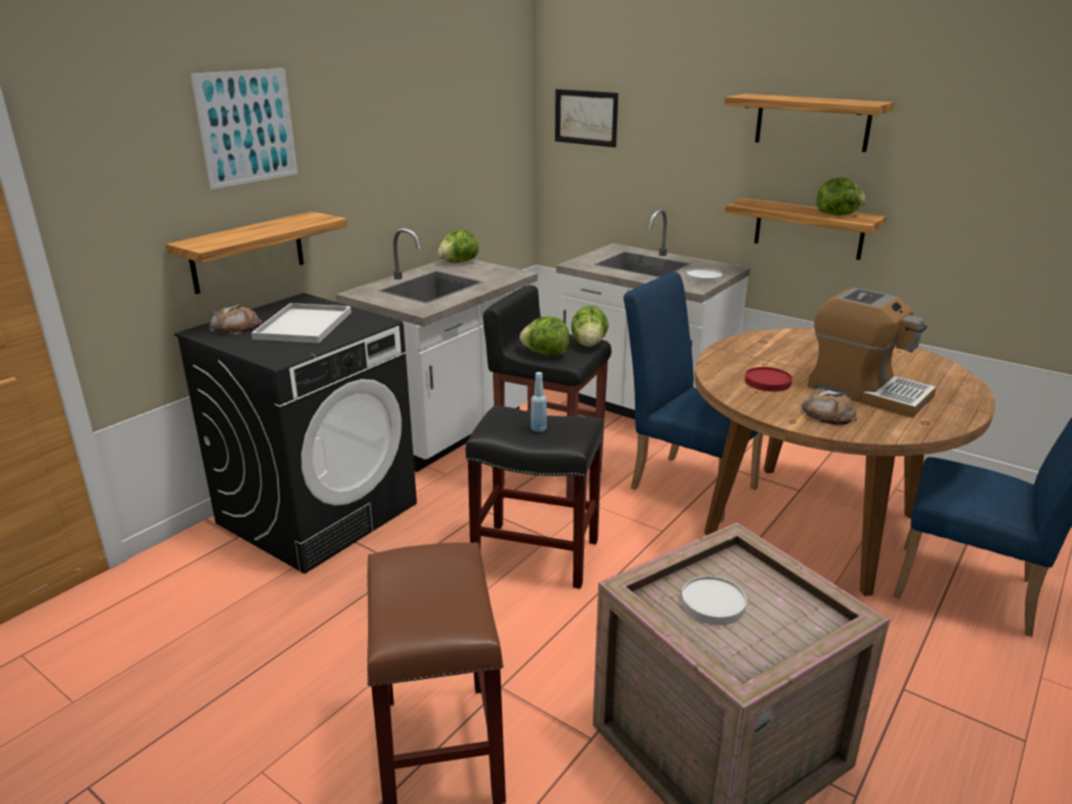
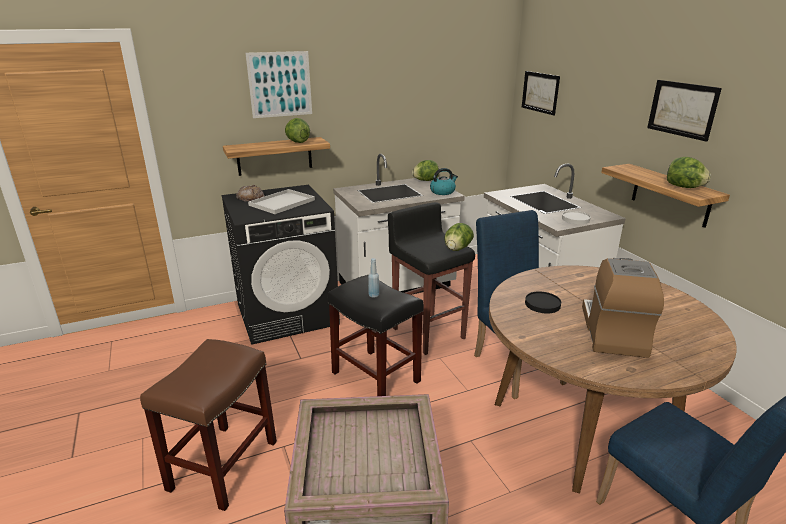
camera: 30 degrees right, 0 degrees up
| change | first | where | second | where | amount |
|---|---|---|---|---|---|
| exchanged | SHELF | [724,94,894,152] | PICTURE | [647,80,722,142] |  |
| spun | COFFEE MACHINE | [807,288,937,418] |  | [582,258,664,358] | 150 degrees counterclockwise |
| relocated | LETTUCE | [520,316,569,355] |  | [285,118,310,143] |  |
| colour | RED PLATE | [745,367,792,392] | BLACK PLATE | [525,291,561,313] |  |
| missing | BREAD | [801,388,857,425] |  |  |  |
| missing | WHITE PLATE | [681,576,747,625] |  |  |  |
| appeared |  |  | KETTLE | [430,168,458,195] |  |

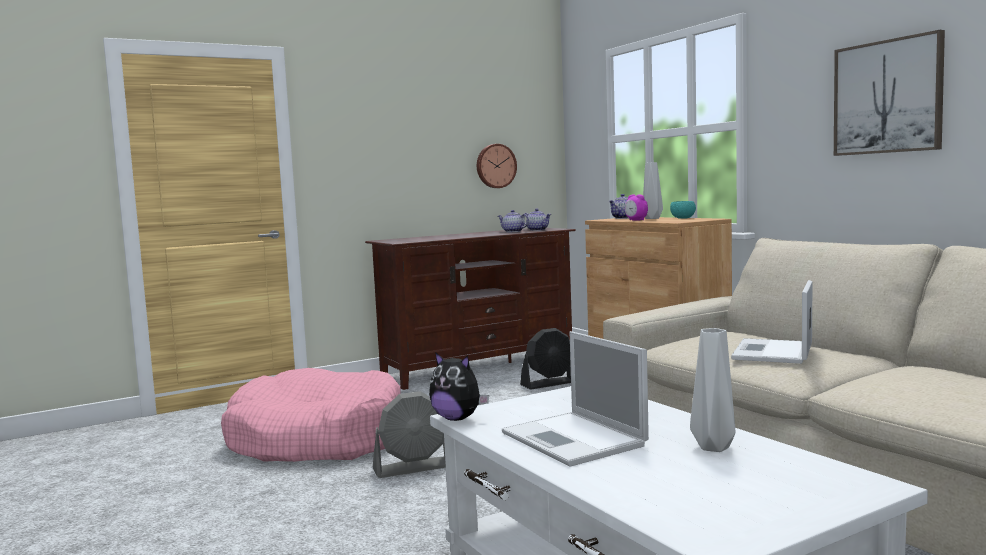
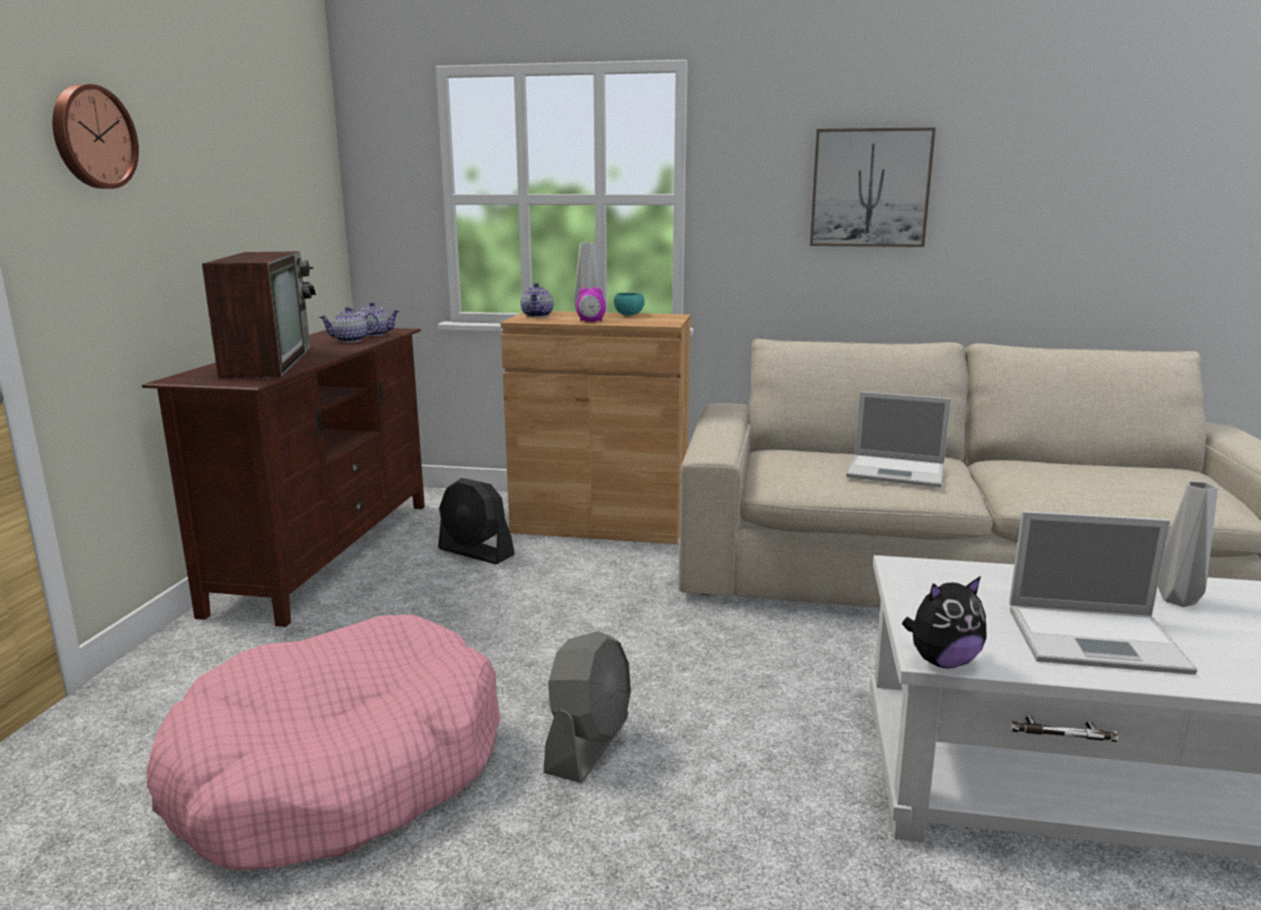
camera: 50 degrees left, 10 degrees up
| change | first | where | second | where | amount |
|---|---|---|---|---|---|
| relocated | WALL CLOCK | [477,144,517,188] |  | [52,84,139,189] |  |
| spun | LAPTOP | [731,280,812,364] |  | [846,392,951,488] | 45 degrees counterclockwise |
| spun | BLACK FAN | [520,328,571,389] |  | [438,478,515,564] | 105 degrees clockwise |
| appeared |  |  | TELEVISION | [202,251,316,379] |  |

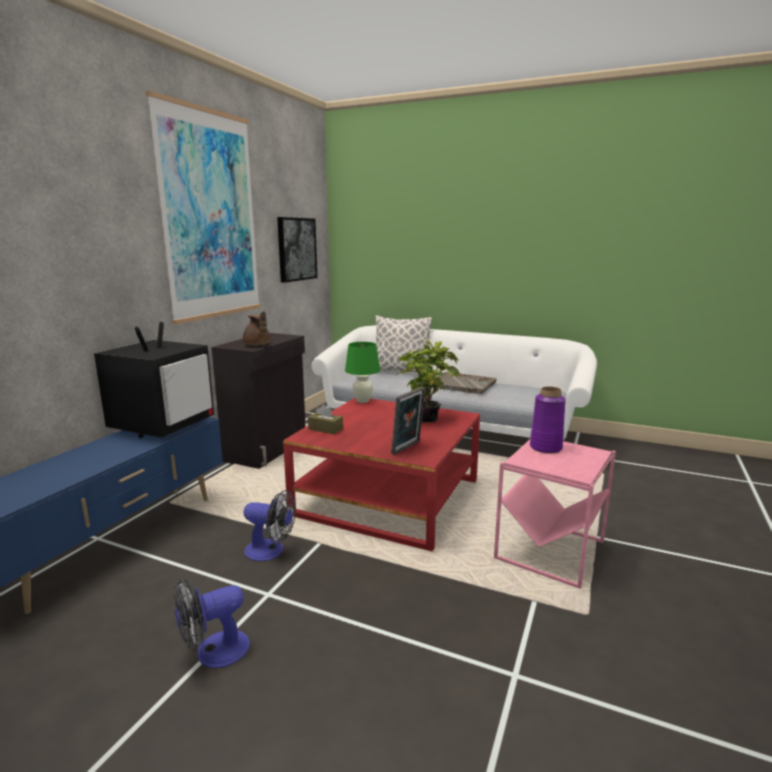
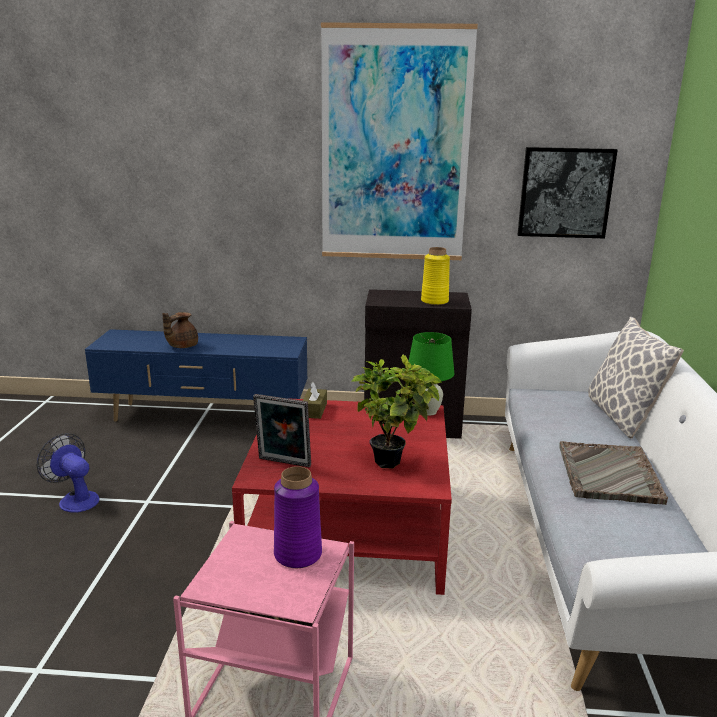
camera: 70 degrees right, 5 degrees up
| change | first | where | second | where | amount |
|---|---|---|---|---|---|
| relocated | BROWN TEAPOT | [243,311,270,346] |  | [163,312,198,348] |  |
| missing | TELEVISION | [94,322,214,438] |  |  |  |
| missing | FAN | [243,490,296,561] |  |  |  |
| appeared |  |  | YELLOW VASE | [421,247,450,305] |  |

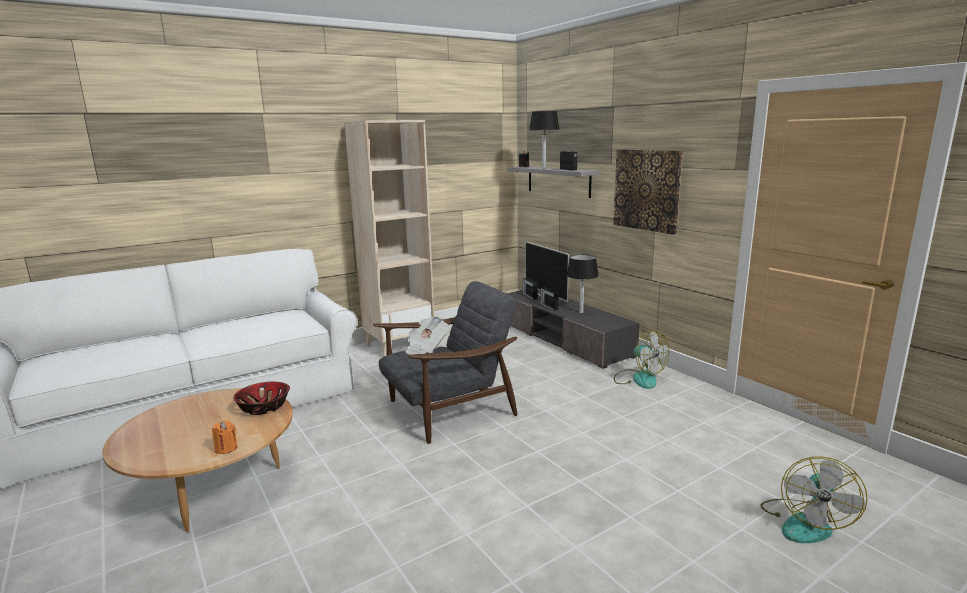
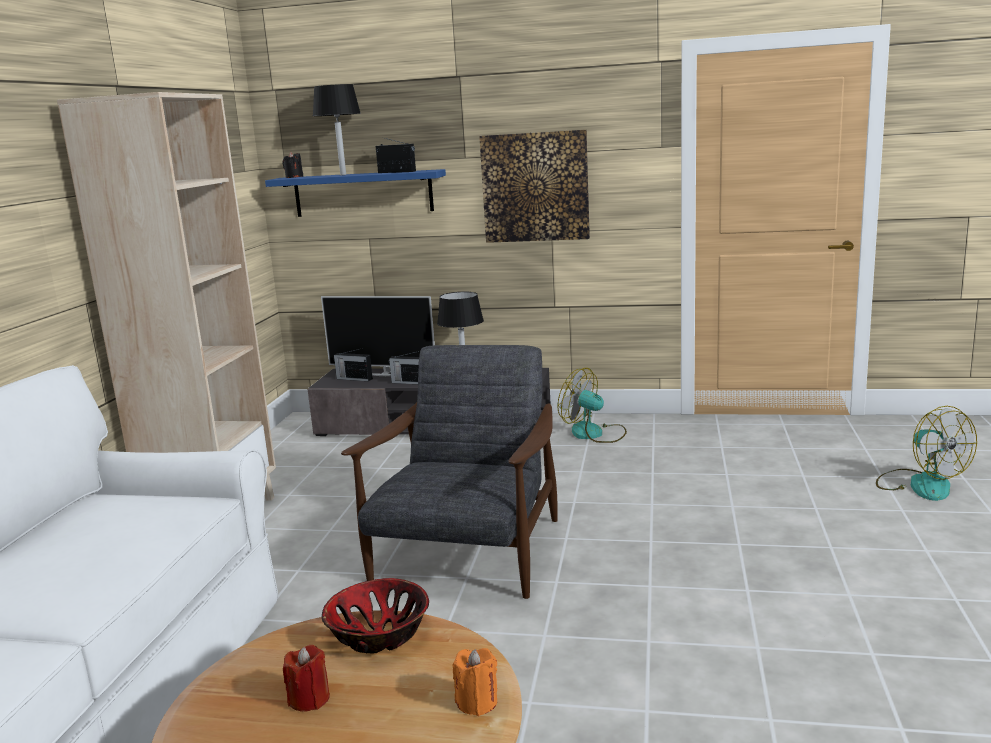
camera: 45 degrees left, 0 degrees up
| change | first | where | second | where | amount |
|---|---|---|---|---|---|
| colour | GREY SHELF | [507,166,599,198] | BLUE SHELF | [265,169,446,217] |  |
| missing | NEWSPAPER | [406,316,450,355] |  |  |  |
| spun | FAN | [614,330,669,389] |  | [557,368,627,443] | 150 degrees counterclockwise |
| appeared |  |  | RED CANDLE | [283,645,330,712] |  |

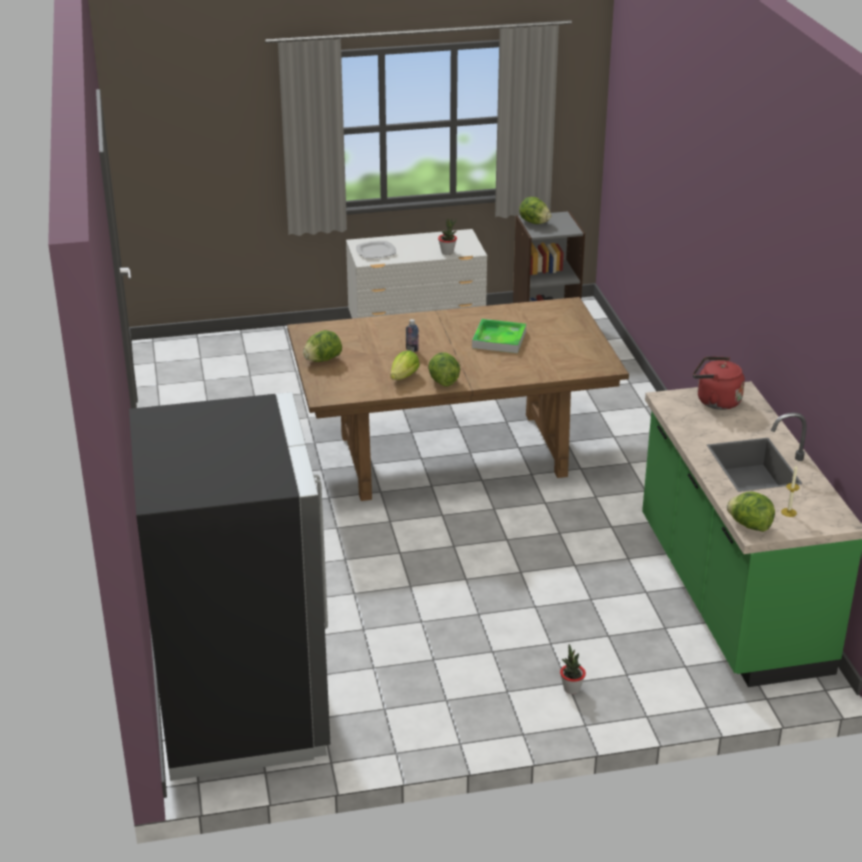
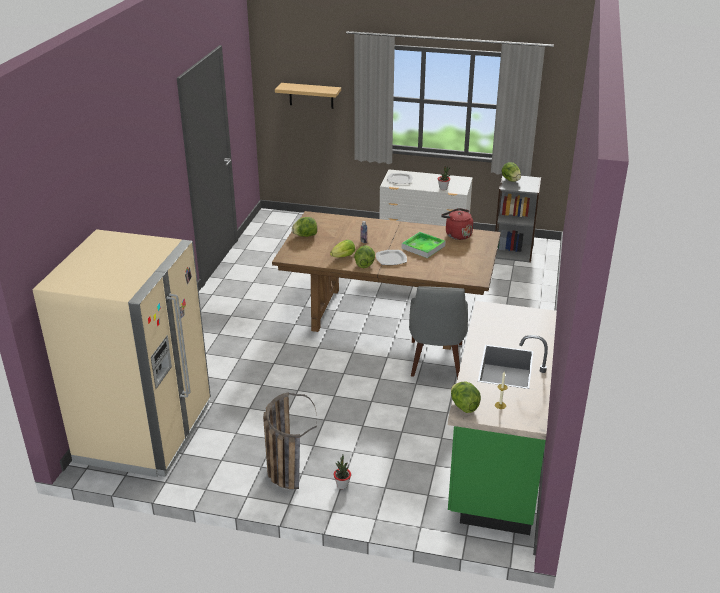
camera: 25 degrees right, 0 degrees up
| change | first | where | second | where | amount |
|---|---|---|---|---|---|
| relocated | RED KETTLE | [693,356,745,410] |  | [441,208,473,240] |  |
| colour | BLACK FRIDGE | [129,392,330,781] | BEIGE FRIDGE | [33,229,211,477] |  |
| appeared |  |  | SHELF | [275,83,341,109] |  |
| appeared |  |  | PLATE | [376,250,407,265] |  |
| appeared |  |  | GREY CHAIR | [409,286,468,378] |  |
| appeared |  |  | BASKET | [263,393,317,489] |  |

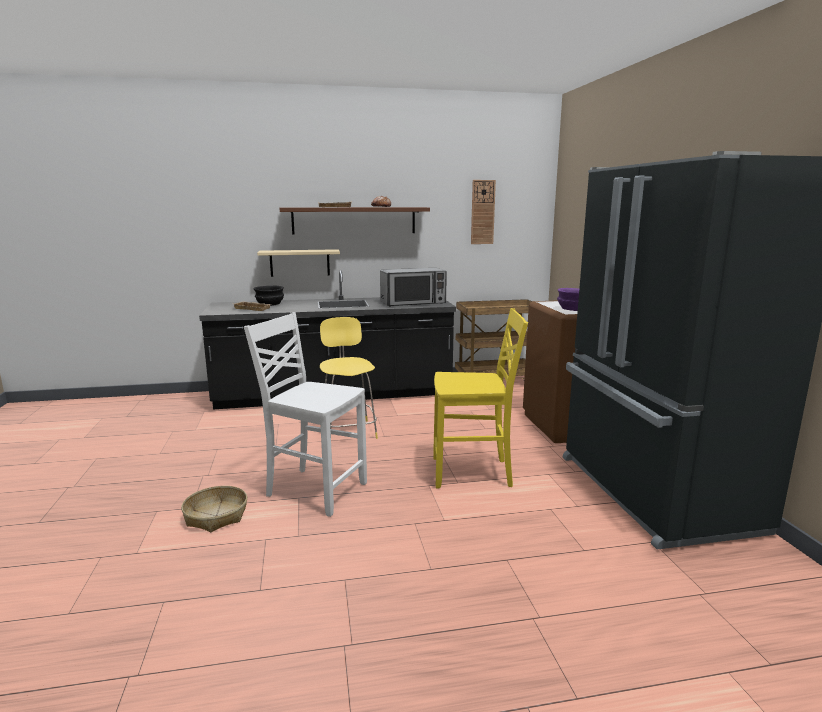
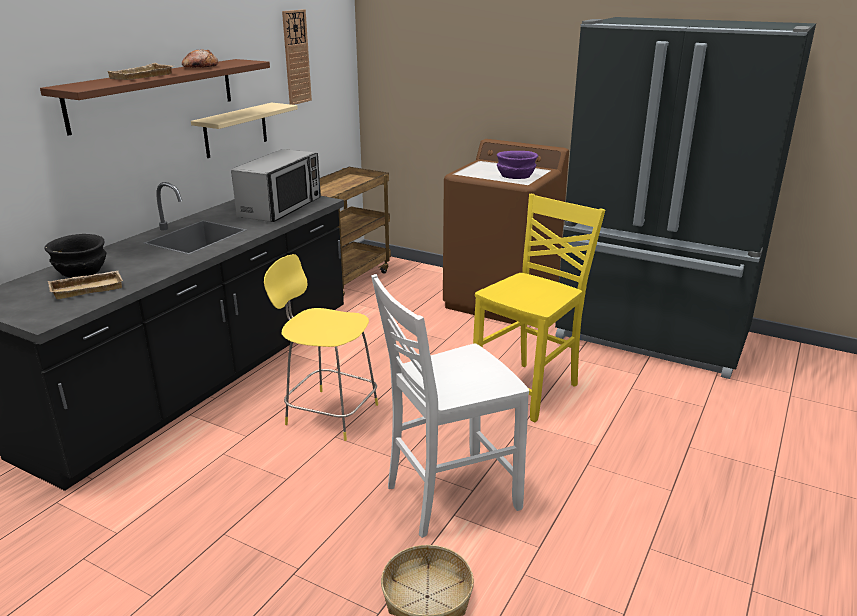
camera: 50 degrees left, 10 degrees up
| change | first | where | second | where | amount |
|---|---|---|---|---|---|
| relocated | BEIGE SHELF | [257,249,340,277] |  | [191,103,298,158] |  |

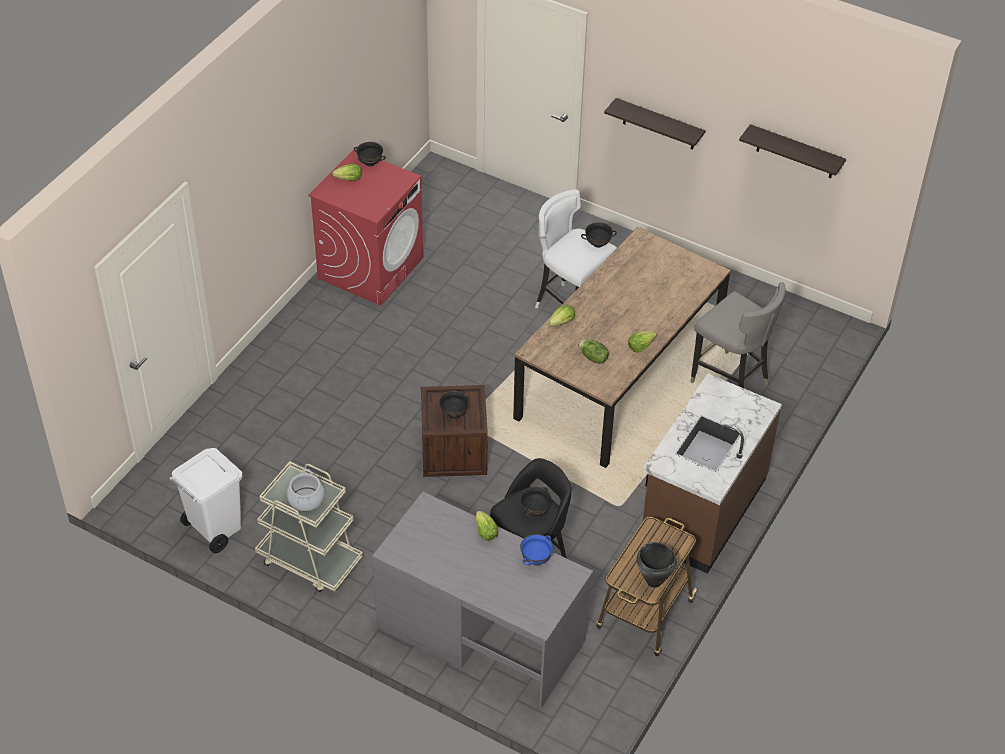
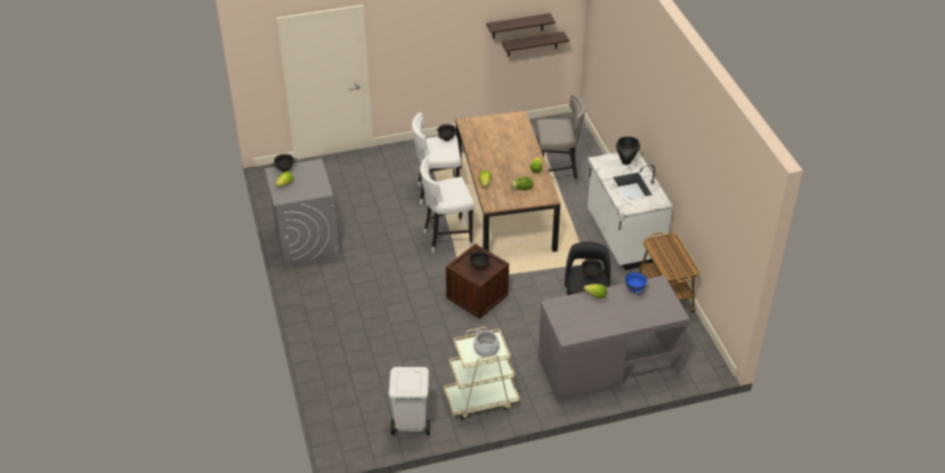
camera: 45 degrees left, 5 degrees down
| change | first | where | second | where | amount |
|---|---|---|---|---|---|
| relocated | SHELF | [604,98,705,150] |  | [501,32,569,56] |  |
| colour | RED WASHING MACHINE | [308,149,423,306] | GREY WASHING MACHINE | [265,159,340,267] |  |
| colour | BROWN COUNTER | [643,374,782,574] | WHITE COUNTER | [588,151,673,270] |  |
| relocated | BLACK COOKING POT | [637,542,677,587] |  | [616,136,640,165] |  |
| appeared |  |  | WHITE STOOL | [420,158,475,253] |  |

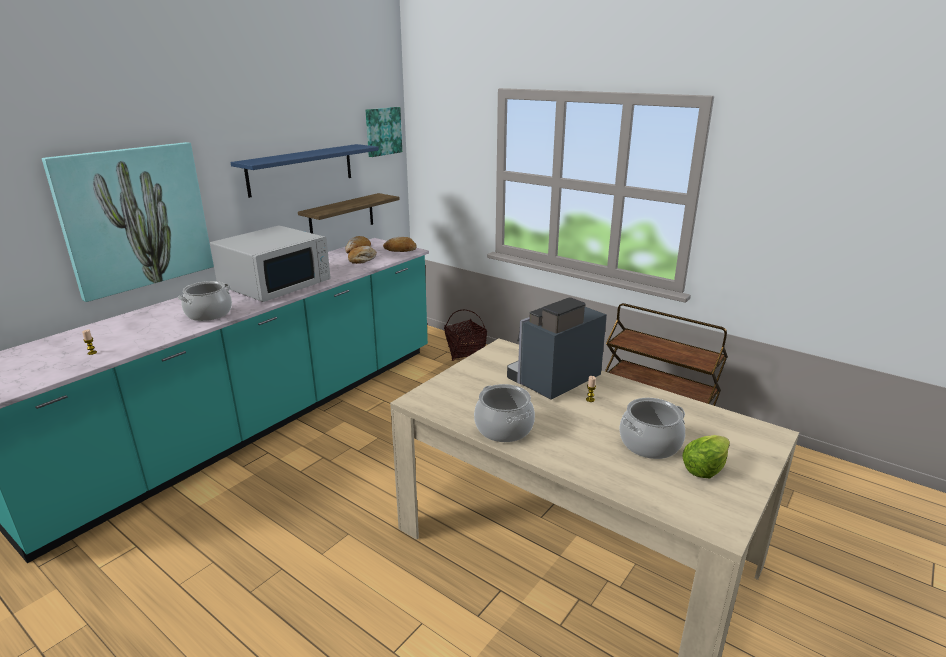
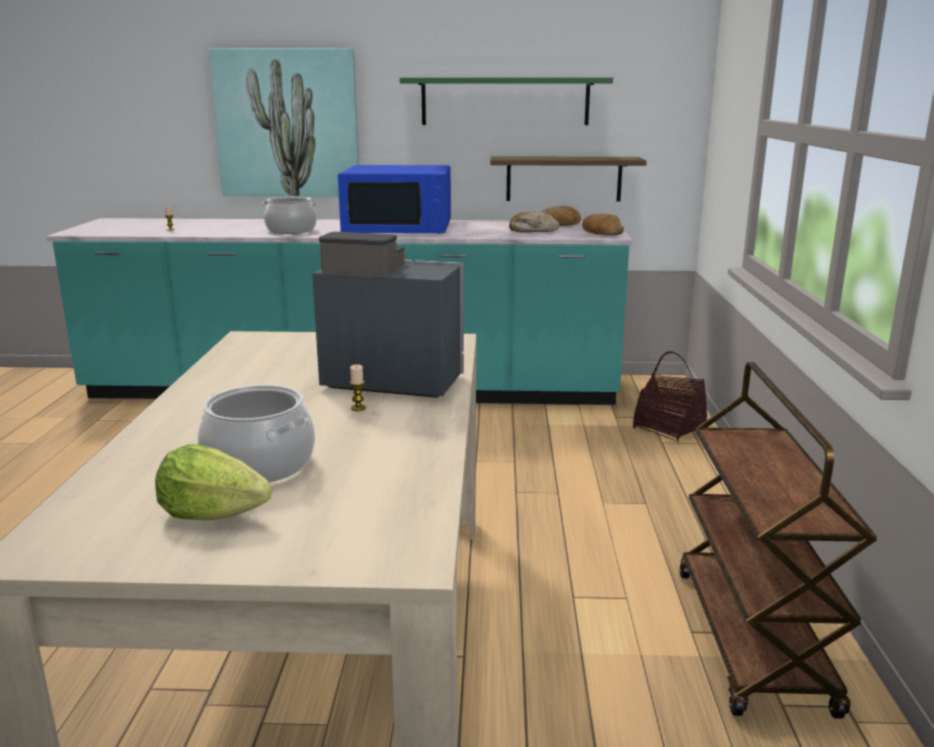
camera: 55 degrees right, 5 degrees down
| change | first | where | second | where | amount |
|---|---|---|---|---|---|
| missing | PICTURE | [365,107,402,157] |  |  |  |
| colour | BLUE SHELF | [230,144,379,198] | GREEN SHELF | [400,78,613,125] |  |
| colour | WHITE MICROWAVE | [210,225,331,302] | BLUE MICROWAVE | [338,165,451,234] |  |
| missing | COOKING POT | [474,384,535,442] |  |  |  |

